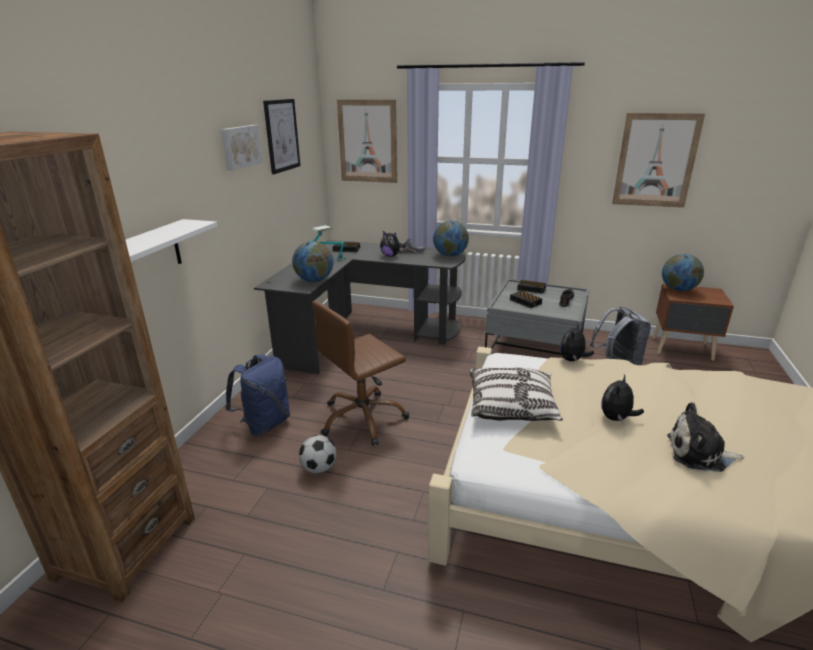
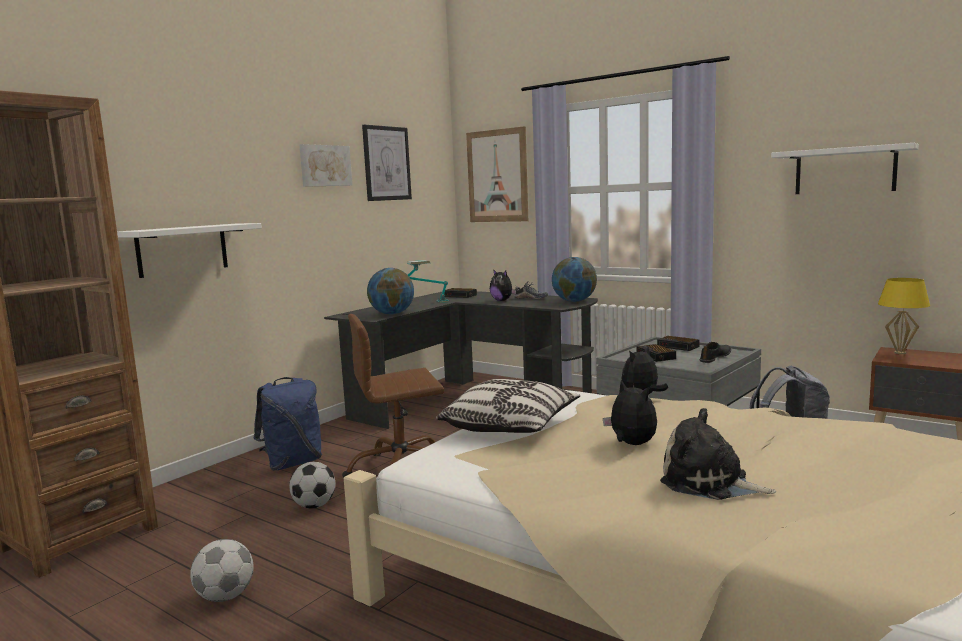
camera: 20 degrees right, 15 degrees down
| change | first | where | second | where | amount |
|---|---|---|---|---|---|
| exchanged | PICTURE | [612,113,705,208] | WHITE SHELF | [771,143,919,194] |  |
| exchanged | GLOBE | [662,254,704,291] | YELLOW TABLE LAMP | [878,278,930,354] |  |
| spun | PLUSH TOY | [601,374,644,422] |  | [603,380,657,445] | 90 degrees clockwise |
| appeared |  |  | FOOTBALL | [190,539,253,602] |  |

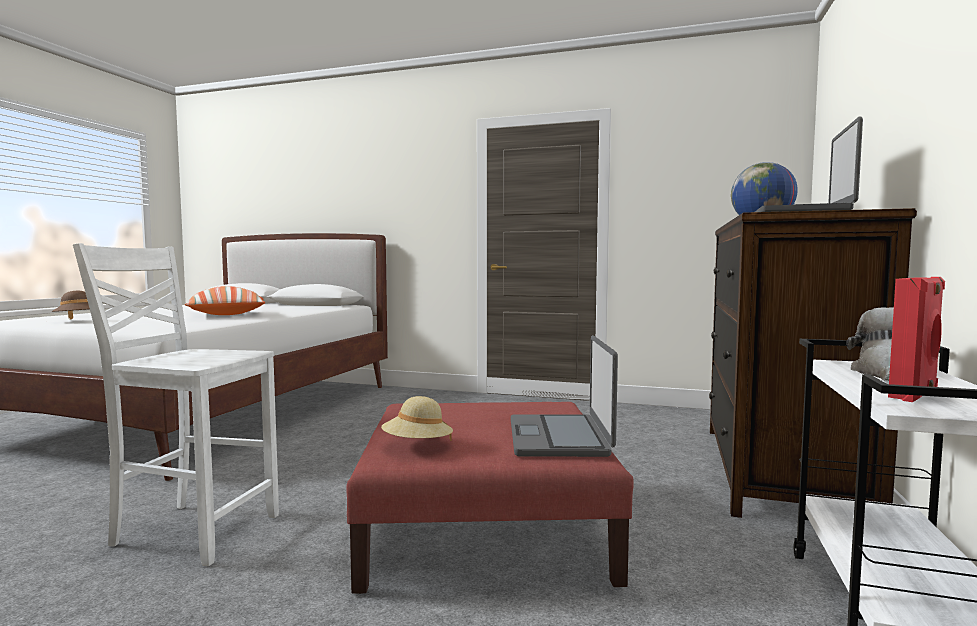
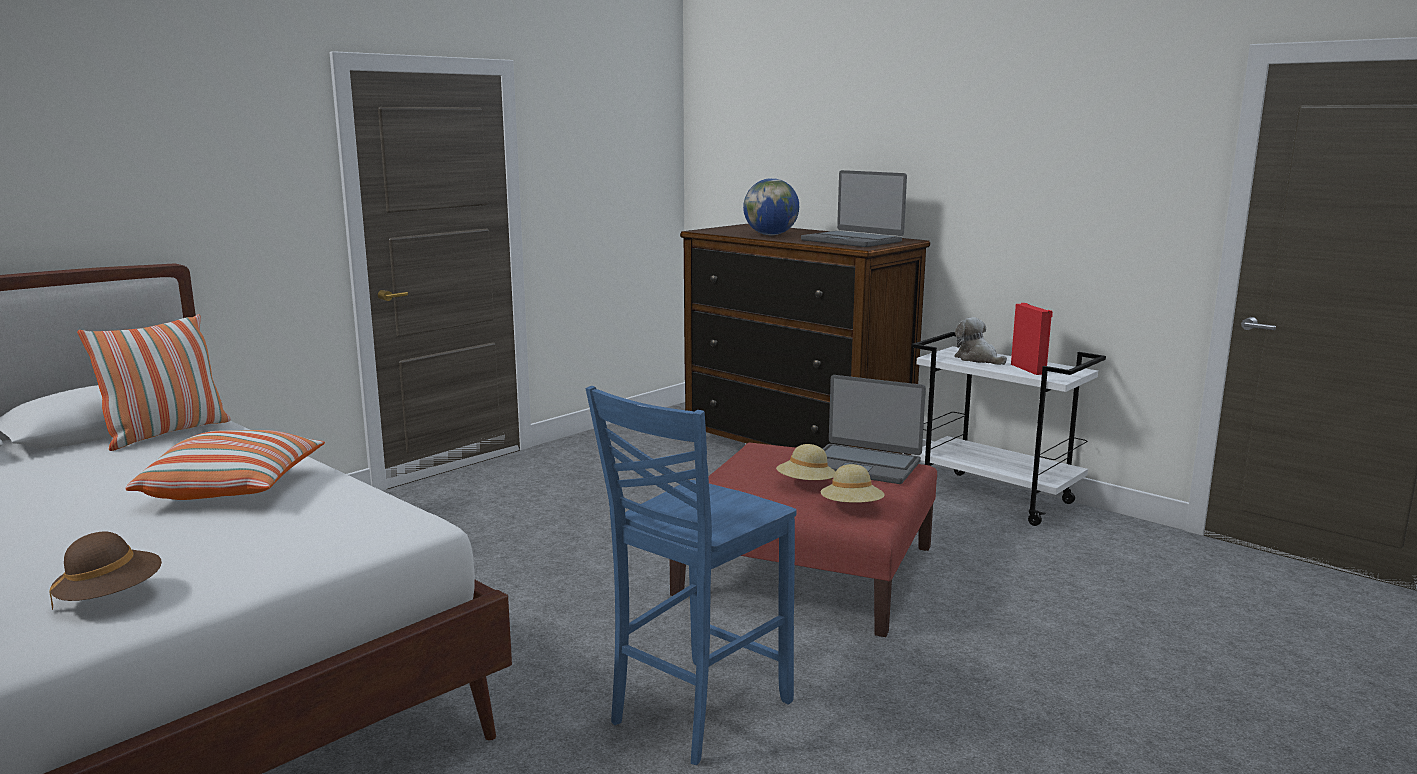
camera: 65 degrees left, 10 degrees up
| change | first | where | second | where | amount |
|---|---|---|---|---|---|
| colour | WHITE CHAIR | [73,243,279,566] | BLUE CHAIR | [586,386,796,765] |  |
| appeared |  |  | PILLOW | [77,314,231,451] |  |
| appeared |  |  | BEIGE HAT | [776,444,836,480] |  |

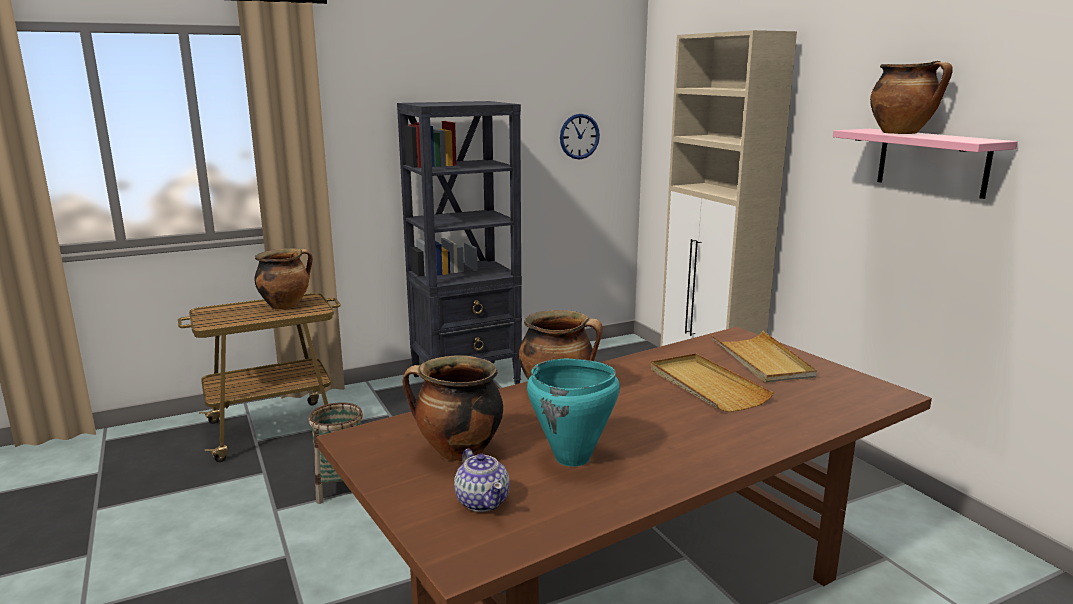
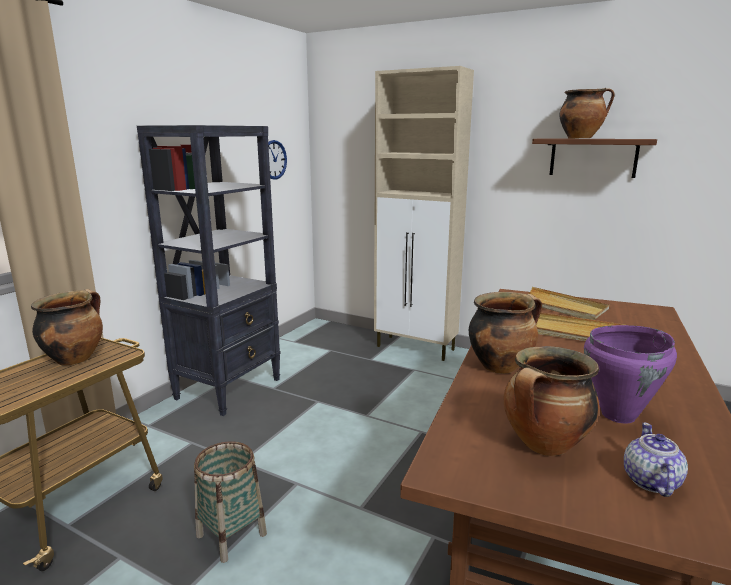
camera: 35 degrees left, 0 degrees up
| change | first | where | second | where | amount |
|---|---|---|---|---|---|
| colour | PINK SHELF | [833,129,1018,199] | BROWN SHELF | [532,138,657,178] |  |
| colour | TURQUOISE COOKING POT | [527,359,620,467] | PURPLE COOKING POT | [584,325,677,423] |  |
| spun | TEAPOT | [454,449,510,512] |  | [624,423,688,497] | 105 degrees counterclockwise |

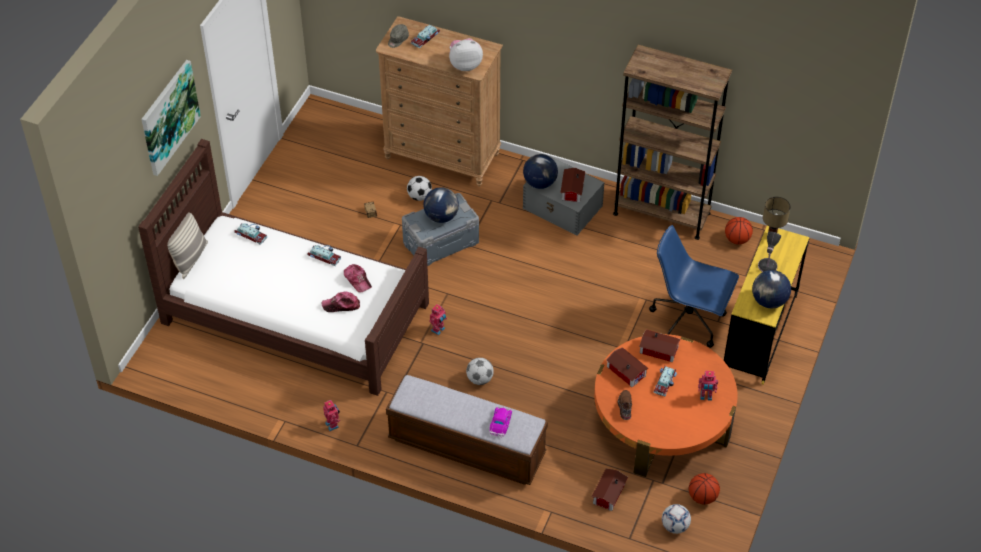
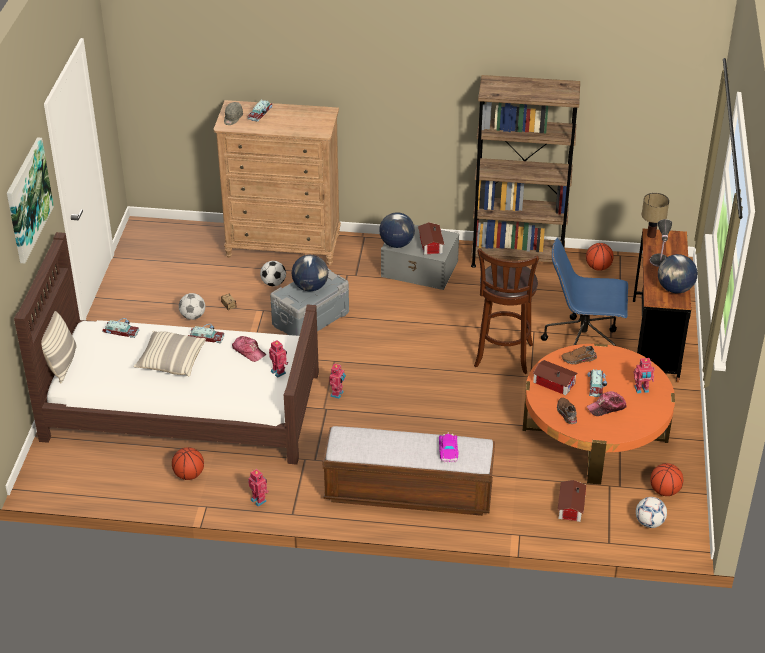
camera: 15 degrees left, 10 degrees down
| change | first | where | second | where | amount |
|---|---|---|---|---|---|
| missing | PLUSH TOY | [449,38,483,71] |  |  |  |
| colour | YELLOW DESK | [724,225,810,385] | BROWN DESK | [633,229,691,382] |  |
| relocated | CAP | [322,292,360,312] |  | [587,391,627,416] |  |
| exchanged | TOY HOUSE | [639,330,680,363] | BROWN SHOE | [561,346,597,364] |  |
| relocated | FOOTBALL | [466,358,494,385] |  | [179,293,205,320] |  |
| appeared |  |  | BROWN STOOL | [474,248,539,374] |  |
| appeared |  |  | PILLOW | [134,331,206,376] |  |
| appeared |  |  | TOY ROBOT | [269,340,288,378] |  |
| appeared |  |  | BASKETBALL | [172,447,204,480] |  |

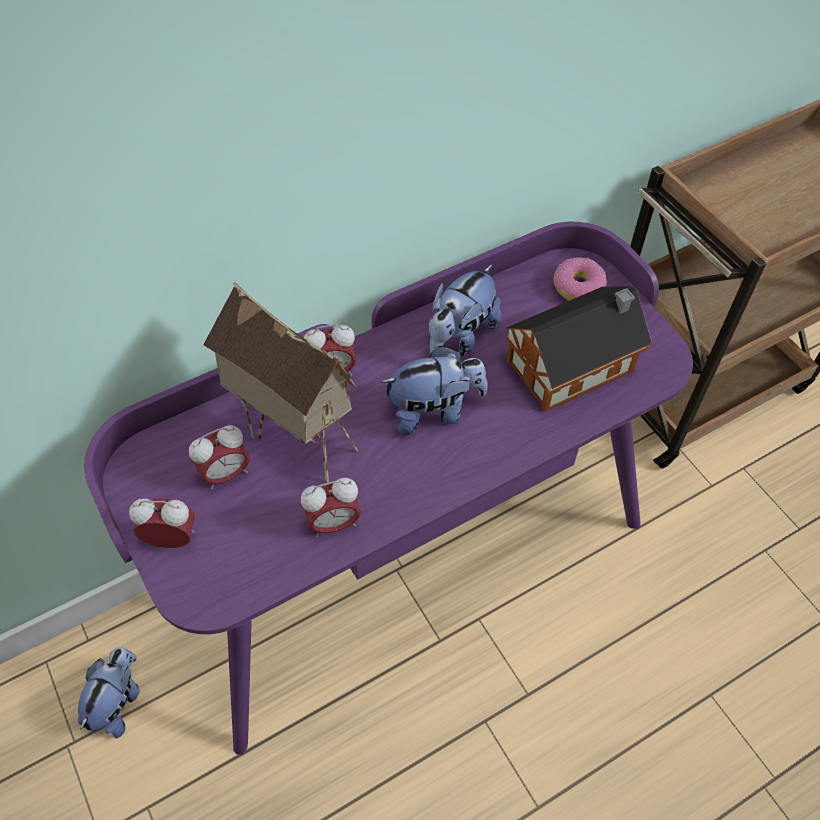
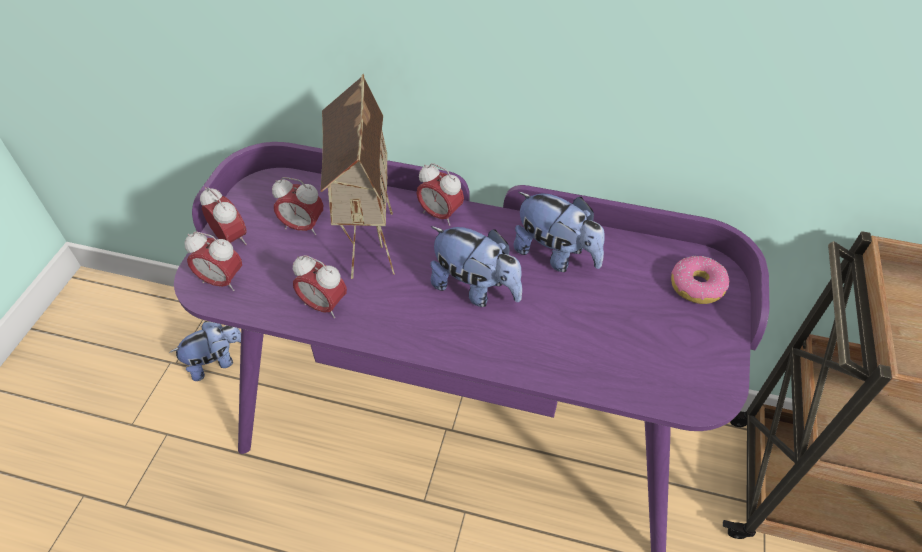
camera: 45 degrees right, 5 degrees down
| change | first | where | second | where | amount |
|---|---|---|---|---|---|
| spun | PLUSH TOY | [429,265,501,356] |  | [513,192,605,272] | 135 degrees counterclockwise |
| missing | TOY HOUSE | [505,285,652,412] |  |  |  |
| appeared |  |  | ALARM CLOCK | [184,231,242,291] |  |

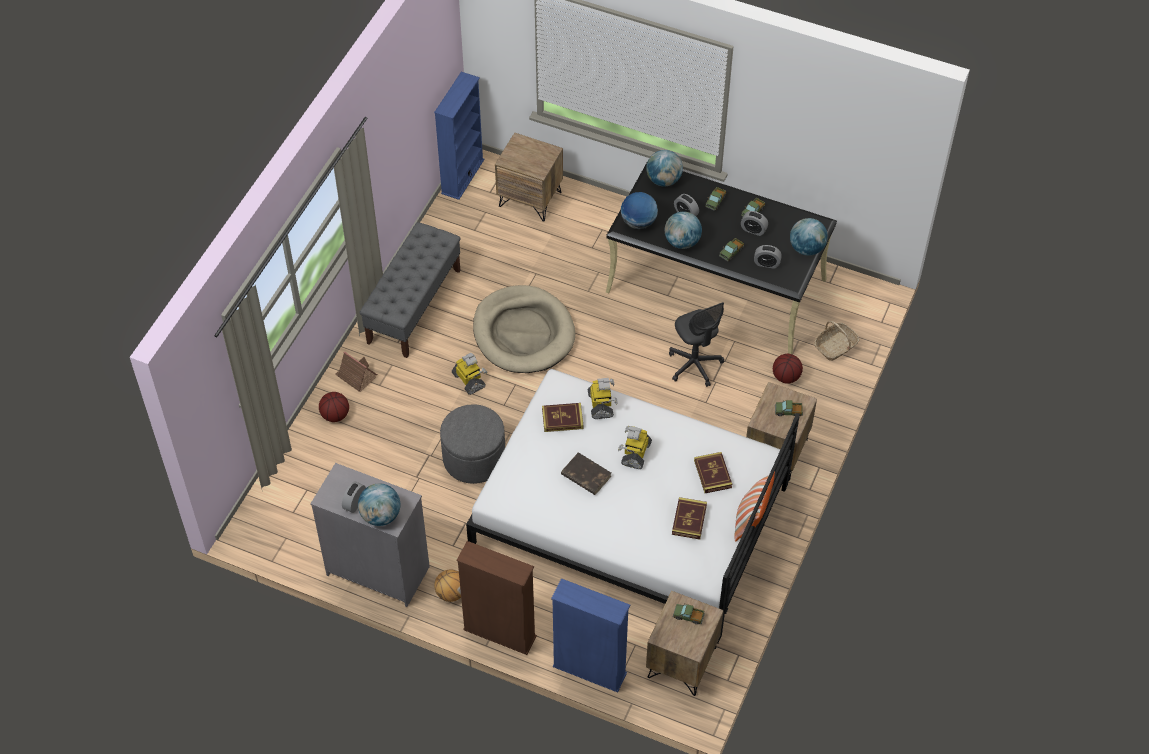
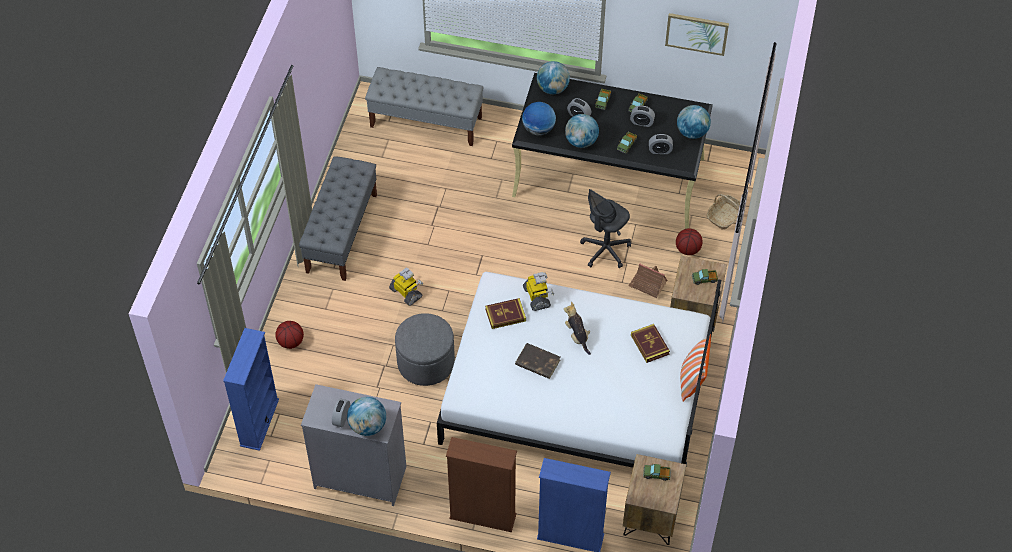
camera: 10 degrees left, 0 degrees up
| change | first | where | second | where | amount |
|---|---|---|---|---|---|
| relocated | BLUE BOOKCASE | [434,72,484,200] |  | [223,328,279,451] |  |
| exchanged | BROWN NIGHTSTAND | [495,133,563,221] | GREY BENCH | [365,67,484,146] |  |
| missing | BEIGE DOG BED | [473,285,575,373] |  |  |  |
| spun | GREY OFFICE CHAIR | [669,302,724,387] |  | [580,189,631,268] | 75 degrees clockwise |
| relocated | TOY HOUSE | [335,351,377,392] |  | [628,264,668,298] |  |
| exchanged | TOY ROBOT | [618,425,652,469] | PLUSH TOY | [564,302,591,355] |  |
| missing | BOOK | [672,497,707,540] |  |  |  |
| missing | BASKETBALL | [434,569,461,602] |  |  |  |
| appeared |  |  | PICTURE | [665,13,729,56] |  |

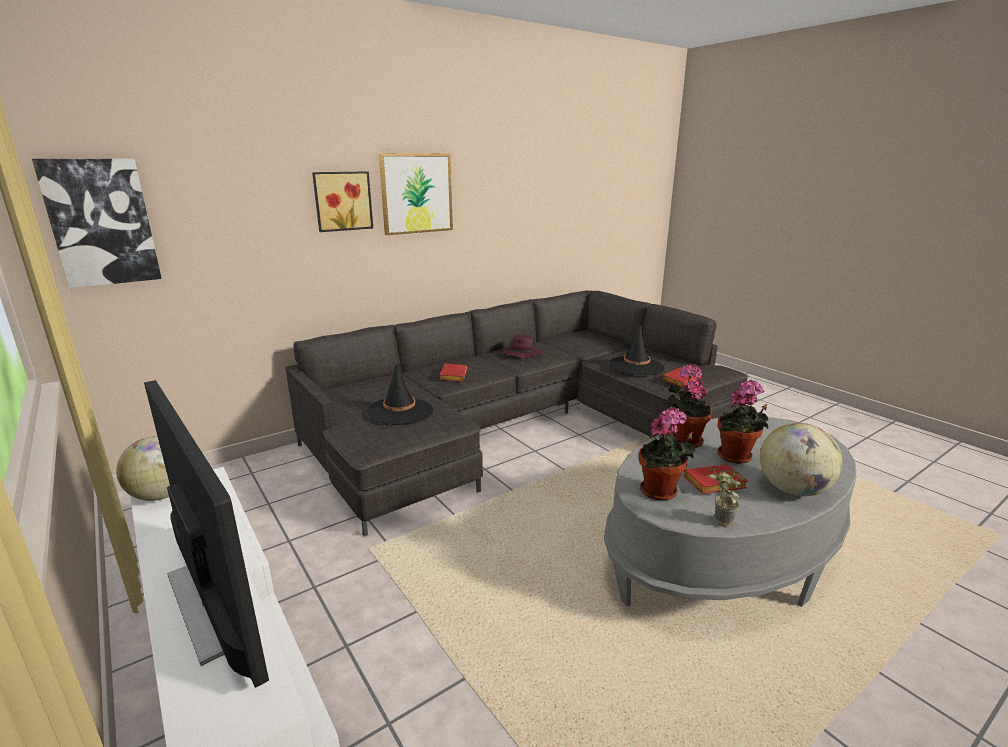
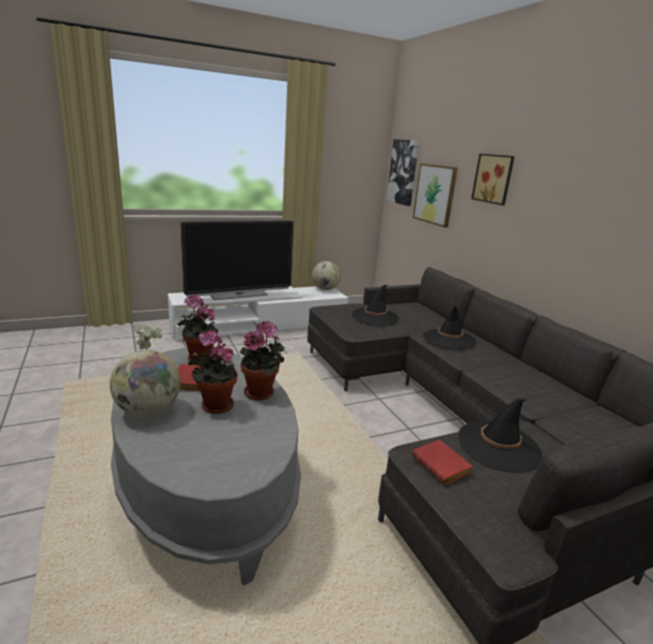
camera: 100 degrees right, 0 degrees up
| change | first | where | second | where | amount |
|---|---|---|---|---|---|
| relocated | PICTURE | [379,153,453,235] |  | [413,163,458,228] |  |
| missing | PURPLE HAT | [502,334,543,359] |  |  |  |
| exchanged | RED BOOK | [439,364,468,381] | BLACK HAT | [423,306,476,349] |  |

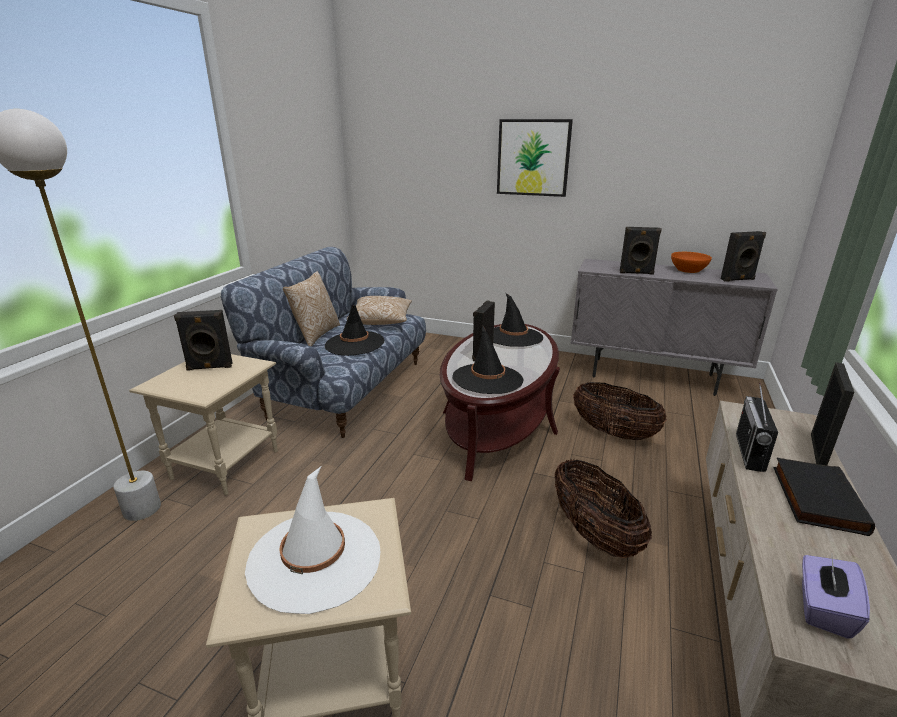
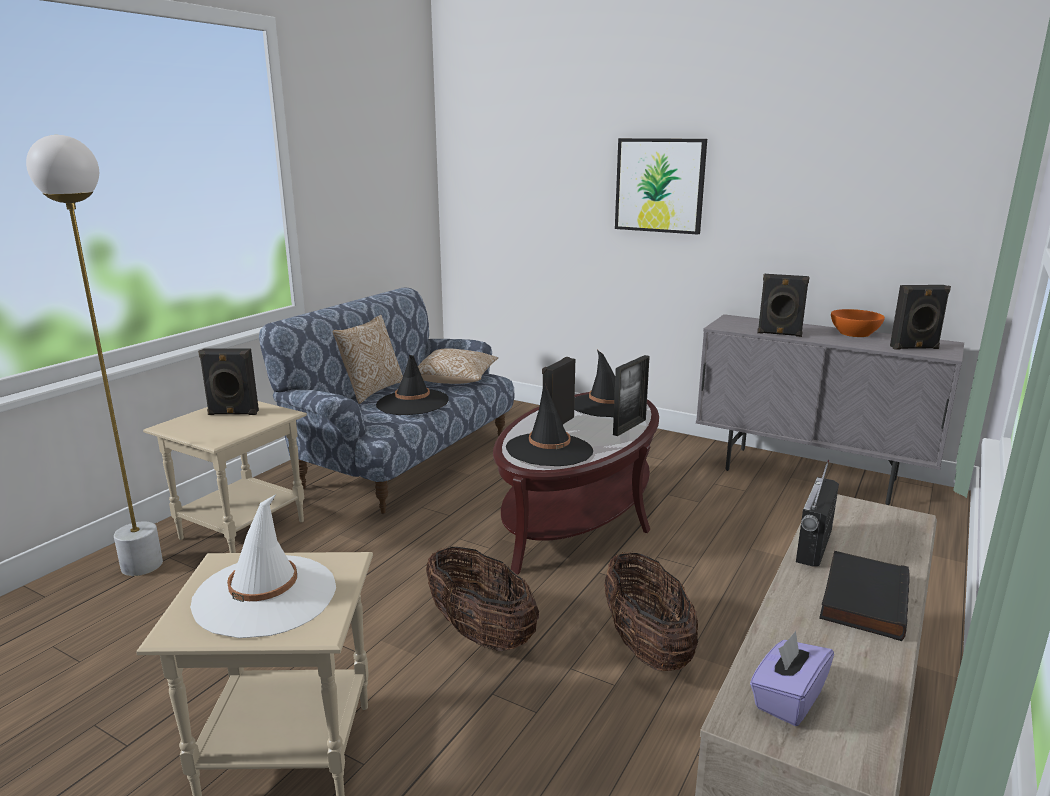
camera: 10 degrees right, 5 degrees down
| change | first | where | second | where | amount |
|---|---|---|---|---|---|
| relocated | PICTURE FRAME | [811,362,854,466] |  | [613,355,650,436] |  |
| relocated | BASKET | [573,382,667,440] |  | [426,546,539,651] |  |

